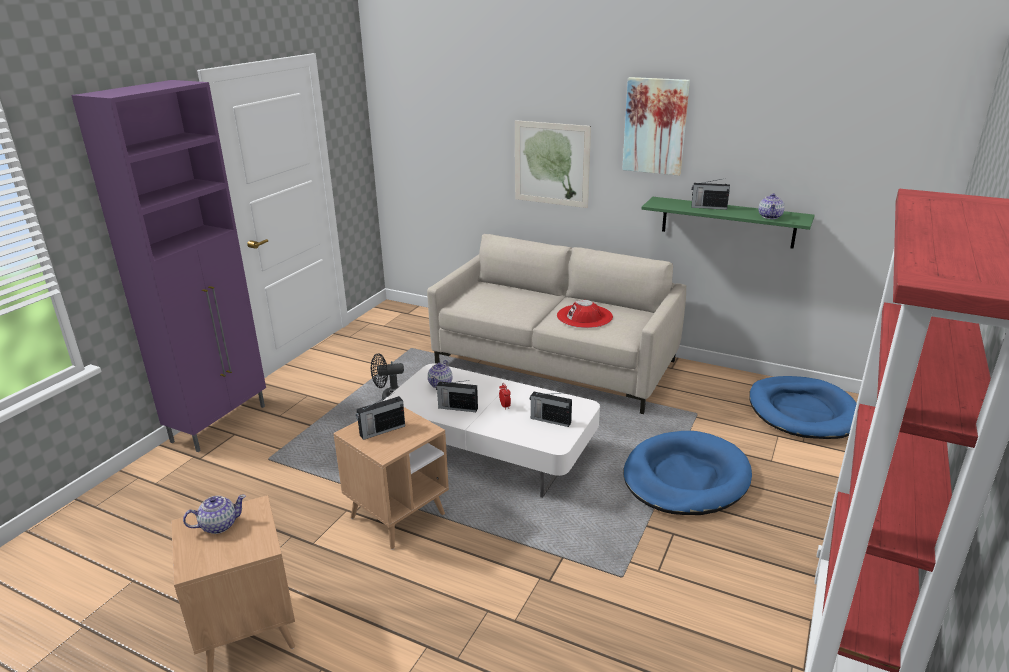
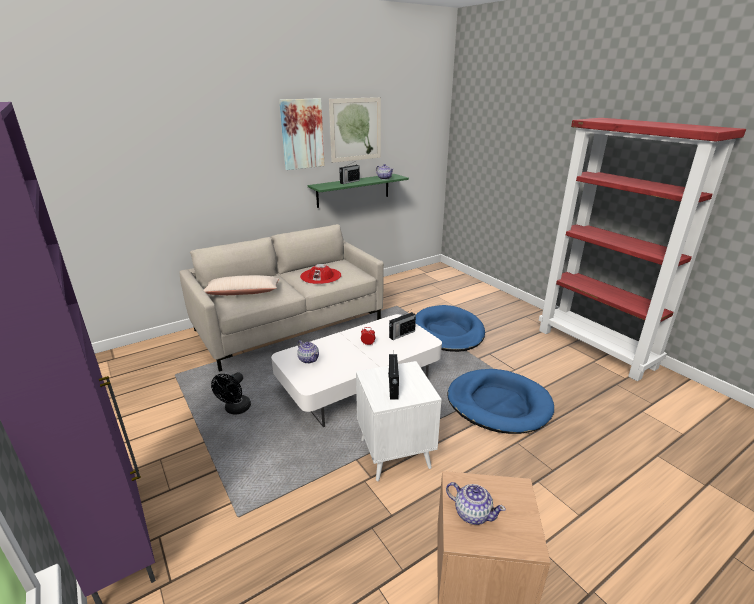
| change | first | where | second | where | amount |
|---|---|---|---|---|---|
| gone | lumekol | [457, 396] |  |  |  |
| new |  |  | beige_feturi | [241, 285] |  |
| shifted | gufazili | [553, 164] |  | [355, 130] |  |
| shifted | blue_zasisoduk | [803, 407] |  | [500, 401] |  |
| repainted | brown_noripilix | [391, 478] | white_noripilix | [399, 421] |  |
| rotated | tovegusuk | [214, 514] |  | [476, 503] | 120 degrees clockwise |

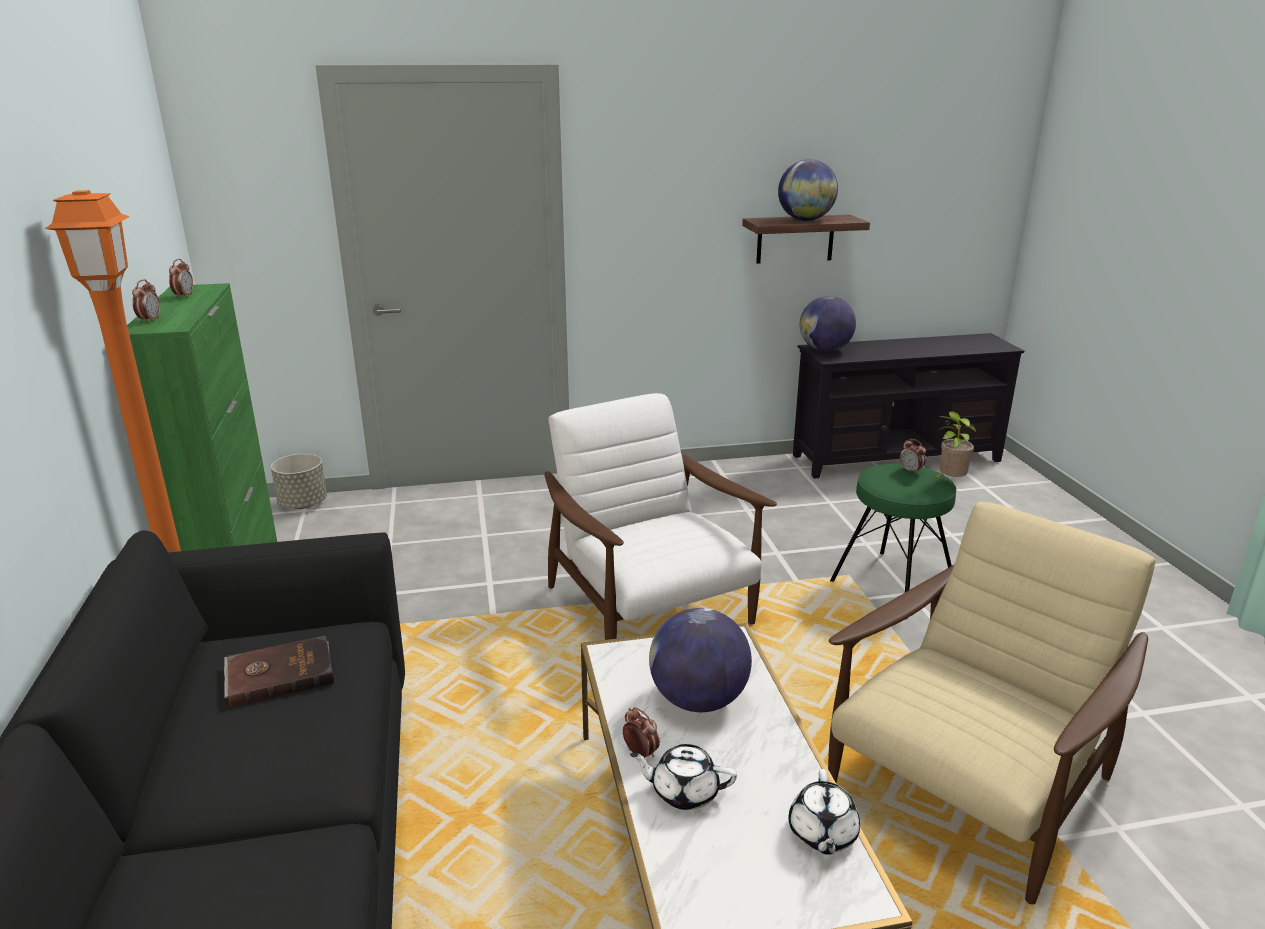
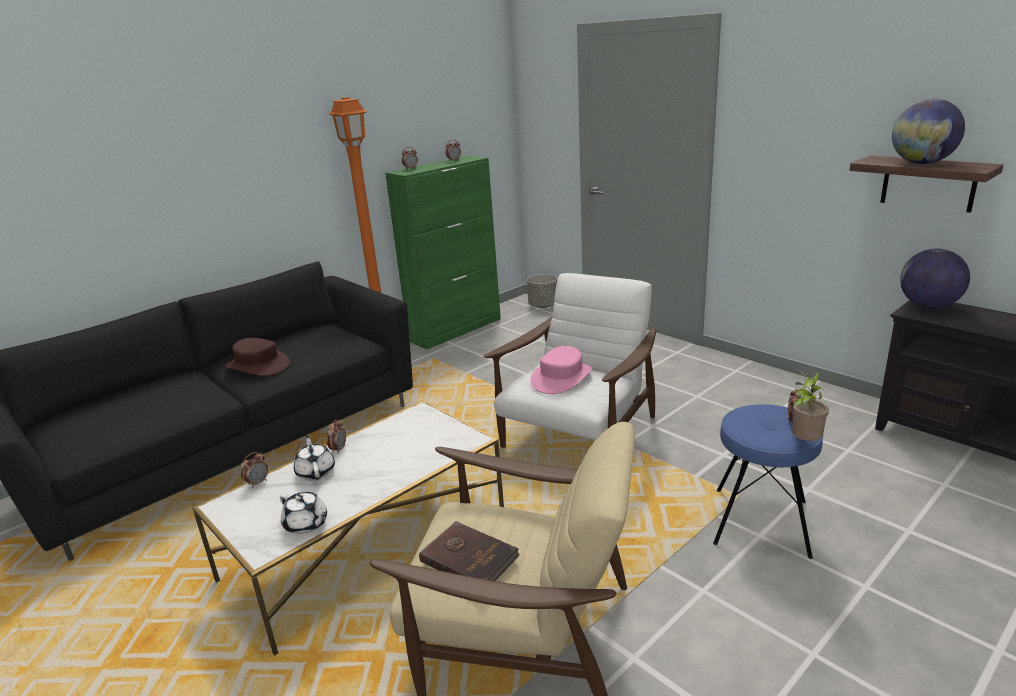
| change | first | where | second | where | amount |
|---|---|---|---|---|---|
| gone | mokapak | [700, 660] |  |  |  |
| new |  |  | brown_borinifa | [257, 357] |  |
| new |  |  | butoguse | [254, 470] |  |
| new |  |  | pink_borinifa | [561, 370] |  |
| shifted | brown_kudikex | [279, 671] |  | [469, 551] |  |
| repainted | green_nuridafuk | [893, 542] | blue_nuridafuk | [768, 481] |  |
| rotated | white_tovegusuk | [824, 812] |  | [303, 513] | 120 degrees counterclockwise |

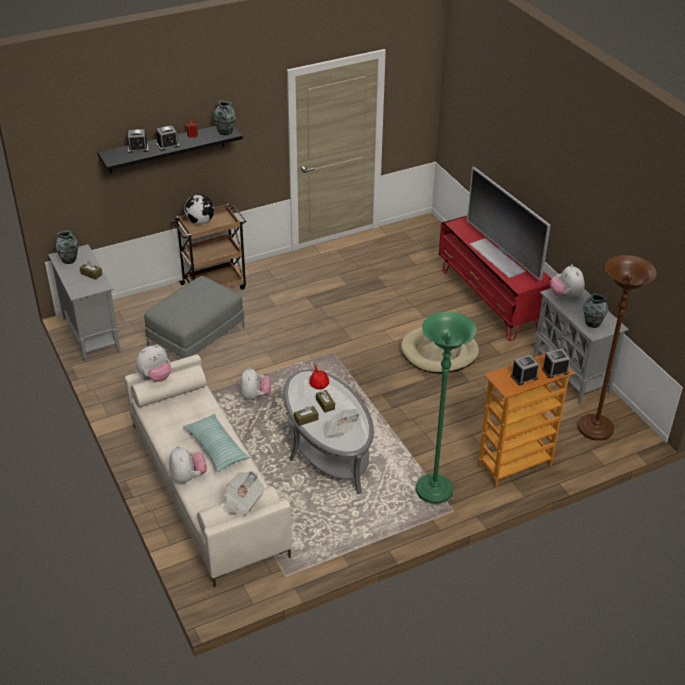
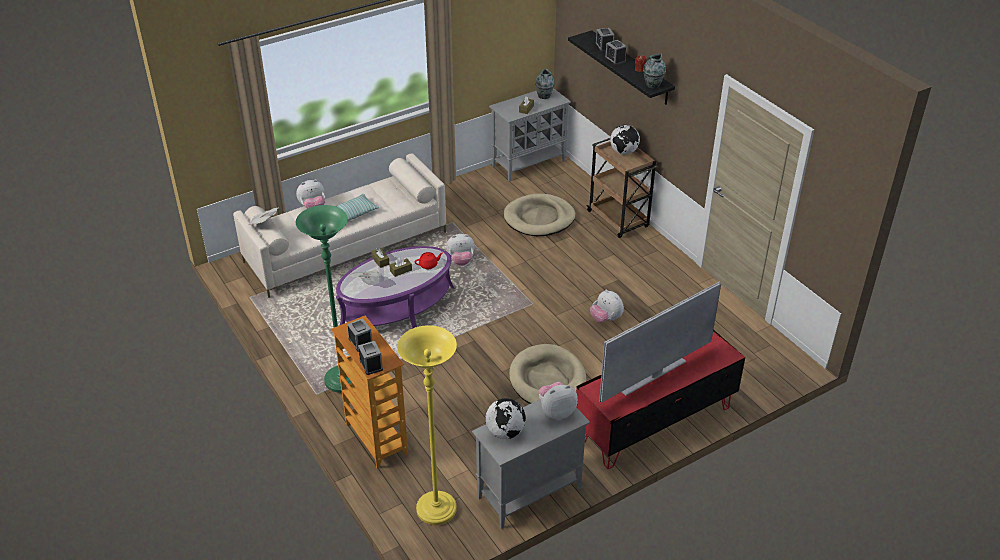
| change | first | where | second | where | amount |
|---|---|---|---|---|---|
| shifted | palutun | [153, 363] |  | [607, 306] |  |
| swapped | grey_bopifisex | [194, 317] | beige_zasisoduk | [540, 215] |  |
| swapped | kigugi | [595, 310] | mokapak | [506, 418] |  |
| repainted | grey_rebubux | [329, 431] | purple_rebubux | [395, 287] |  |
| repainted | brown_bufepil | [617, 348] | yellow_bufepil | [427, 425] |  |

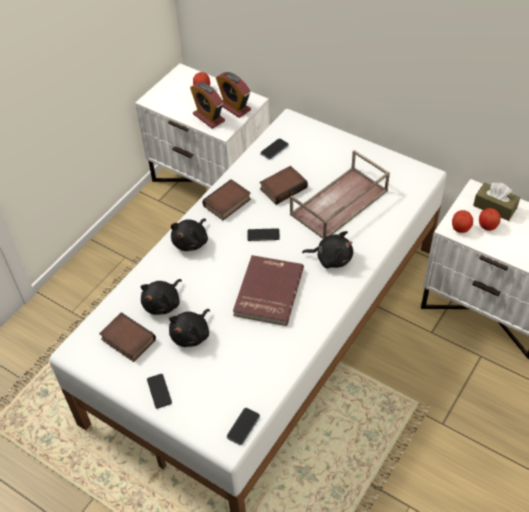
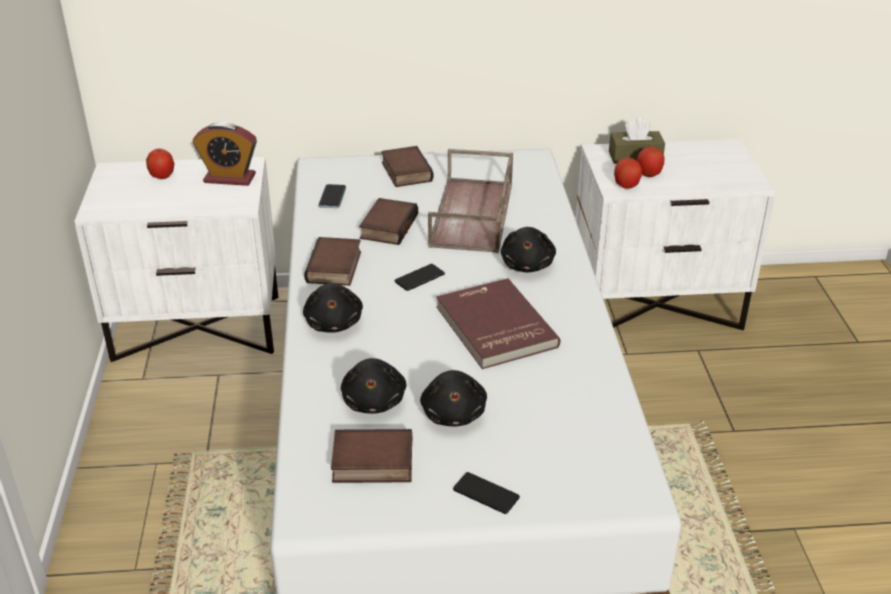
| change | first | where | second | where | amount |
|---|---|---|---|---|---|
| gone | butoguse | [207, 105] |  |  |  |
| gone | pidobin | [243, 426] |  |  |  |
| new |  |  | kudikex | [407, 166] |  |
| rotated | black_palutun | [327, 250] |  | [528, 249] | 120 degrees clockwise |

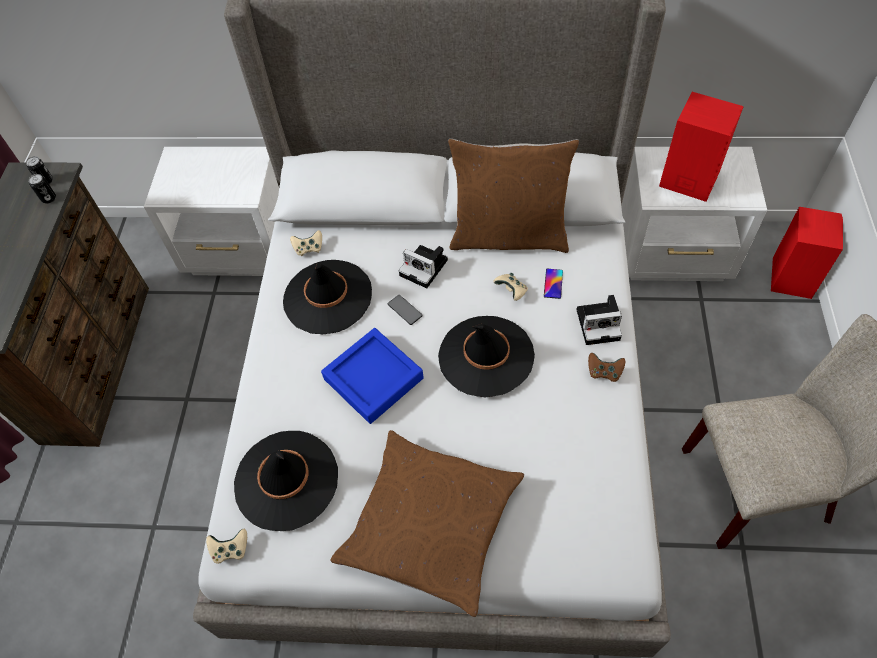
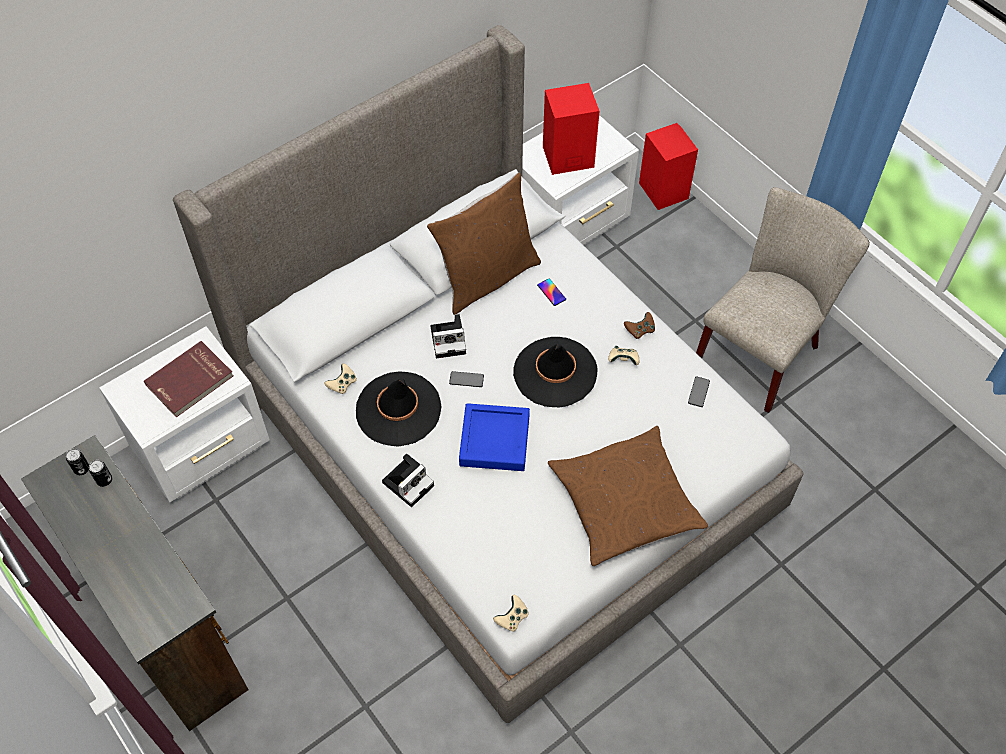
| change | first | where | second | where | amount |
|---|---|---|---|---|---|
| gone | black_borinifa | [286, 481] |  |  |  |
| new |  |  | red_kudikex | [188, 379] |  |
| new |  |  | pidobin | [699, 391] |  |
| shifted | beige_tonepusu | [510, 287] |  | [623, 355] |  |
| shifted | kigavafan | [599, 320] |  | [408, 480] |  |

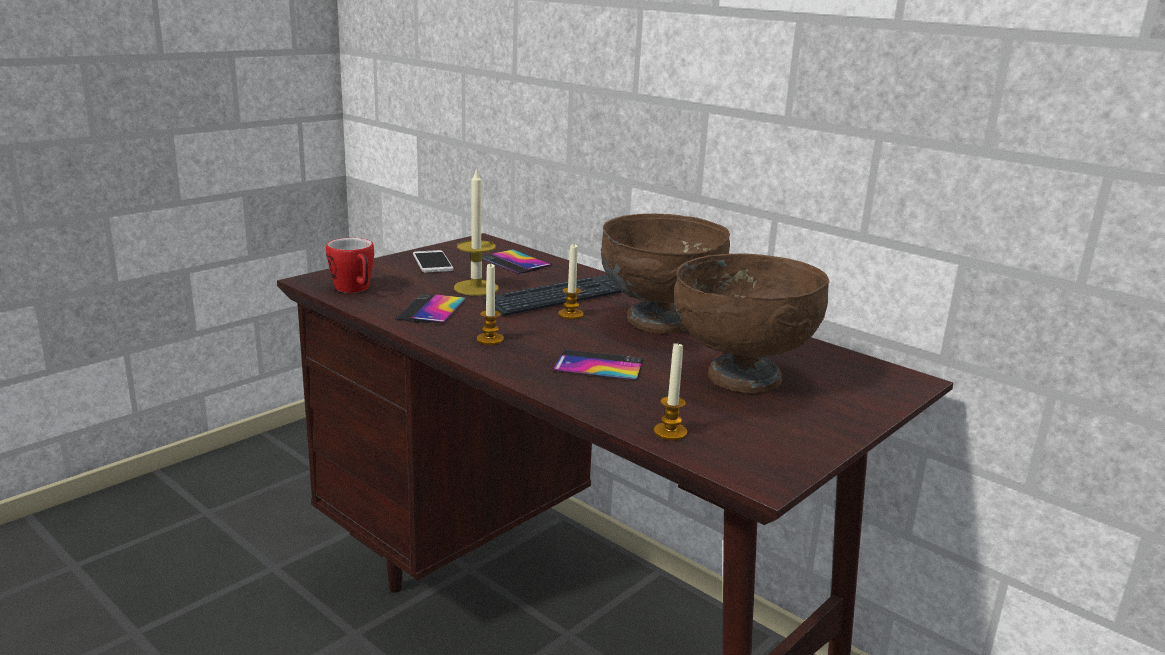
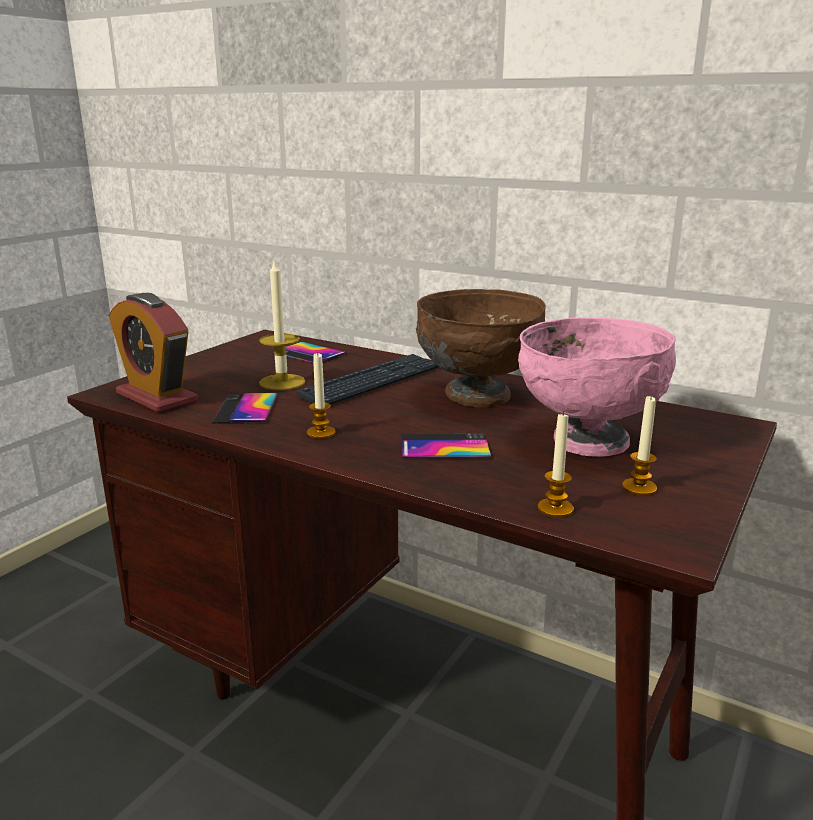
| change | first | where | second | where | amount |
|---|---|---|---|---|---|
| gone | pidobin | [433, 261] |  |  |  |
| shifted | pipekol | [571, 281] |  | [639, 445] |  |
| swapped | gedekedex | [350, 265] | butoguse | [153, 353] |  |
| repainted | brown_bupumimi | [751, 323] | pink_bupumimi | [597, 387] |  |

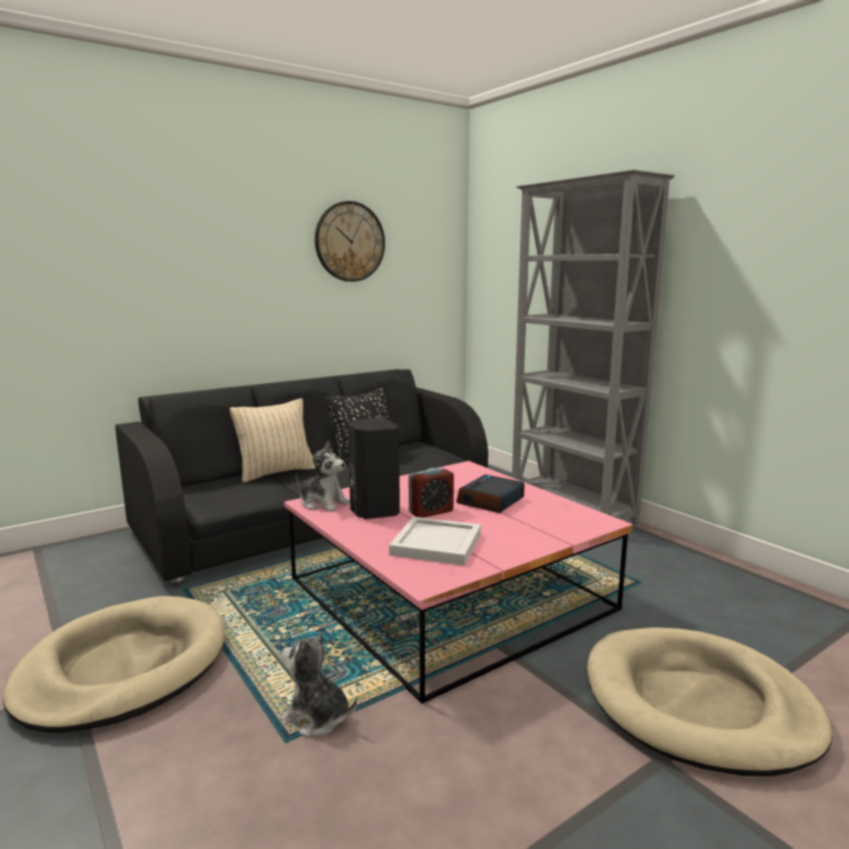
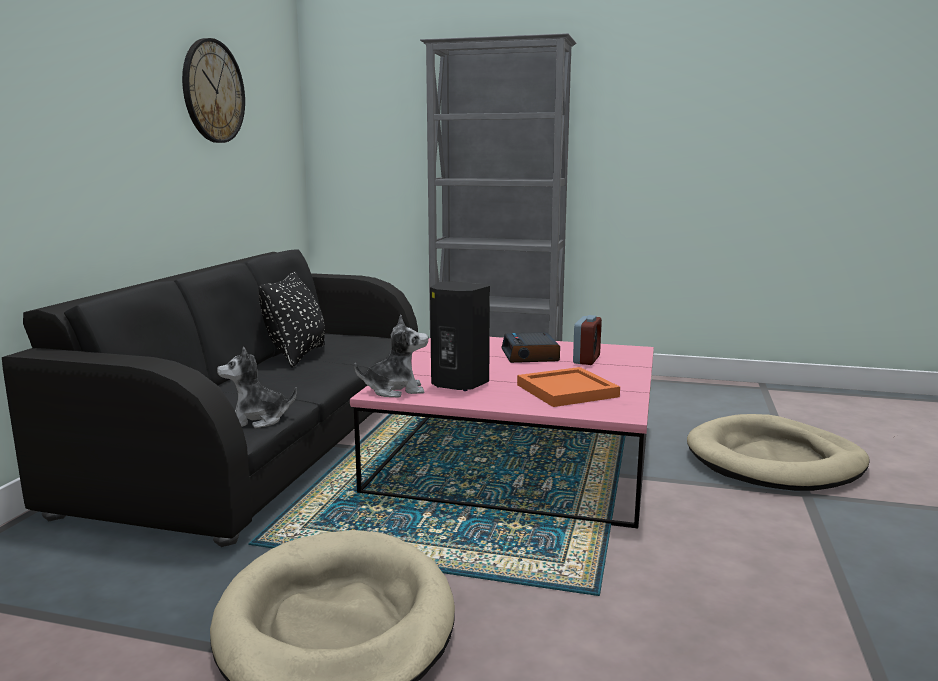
| change | first | where | second | where | amount |
|---|---|---|---|---|---|
| gone | beige_feturi | [272, 440] |  |  |  |
| shifted | palutun | [318, 684] |  | [257, 387] |  |
| shifted | butoguse | [431, 493] |  | [587, 340] |  |
| repainted | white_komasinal | [435, 541] | orange_komasinal | [568, 387] |  |

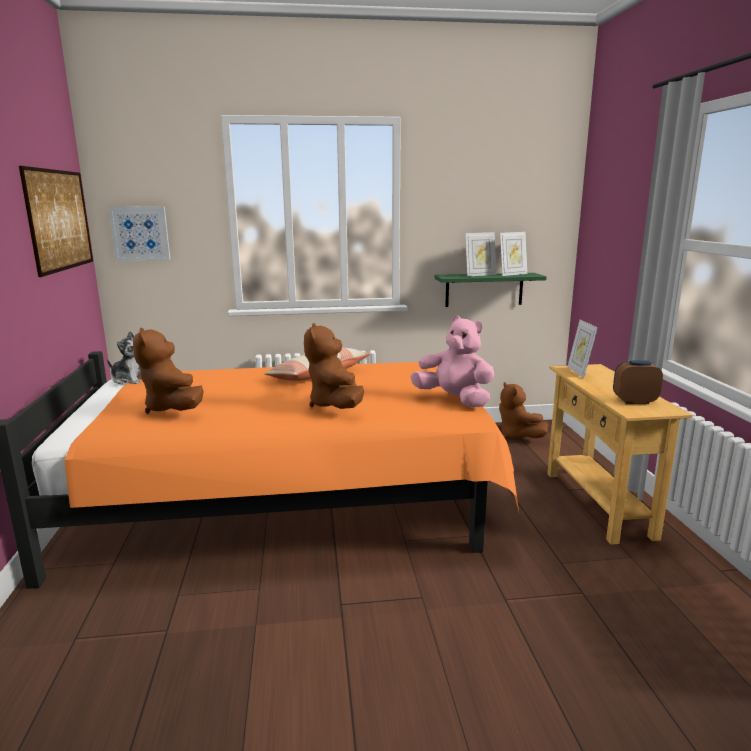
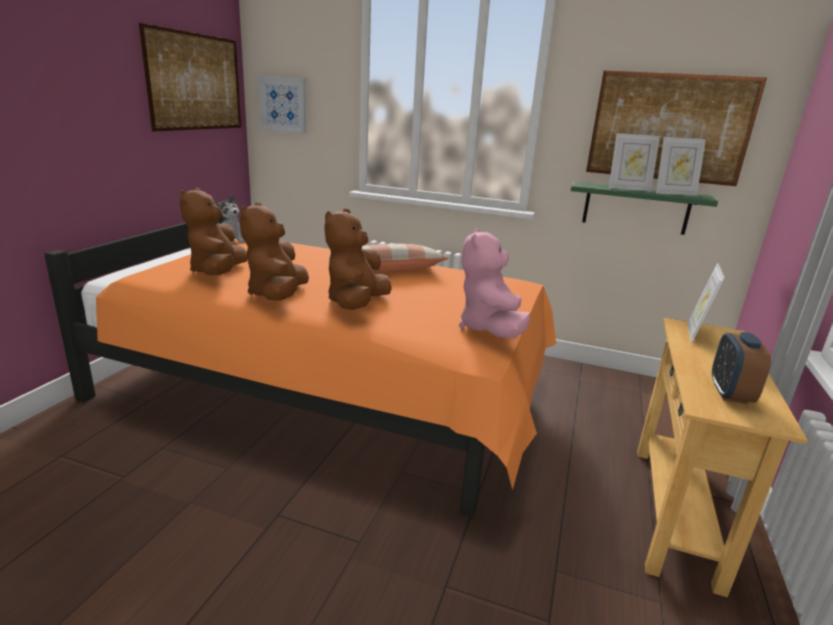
| change | first | where | second | where | amount |
|---|---|---|---|---|---|
| new |  |  | gufazili | [676, 128] |  |
| shifted | brown_palutun | [523, 410] |  | [274, 251] |  |
| rotated | pink_palutun | [452, 361] |  | [494, 283] | 150 degrees counterclockwise |
| rotated | butoguse | [638, 382] |  | [741, 368] | 105 degrees counterclockwise |

